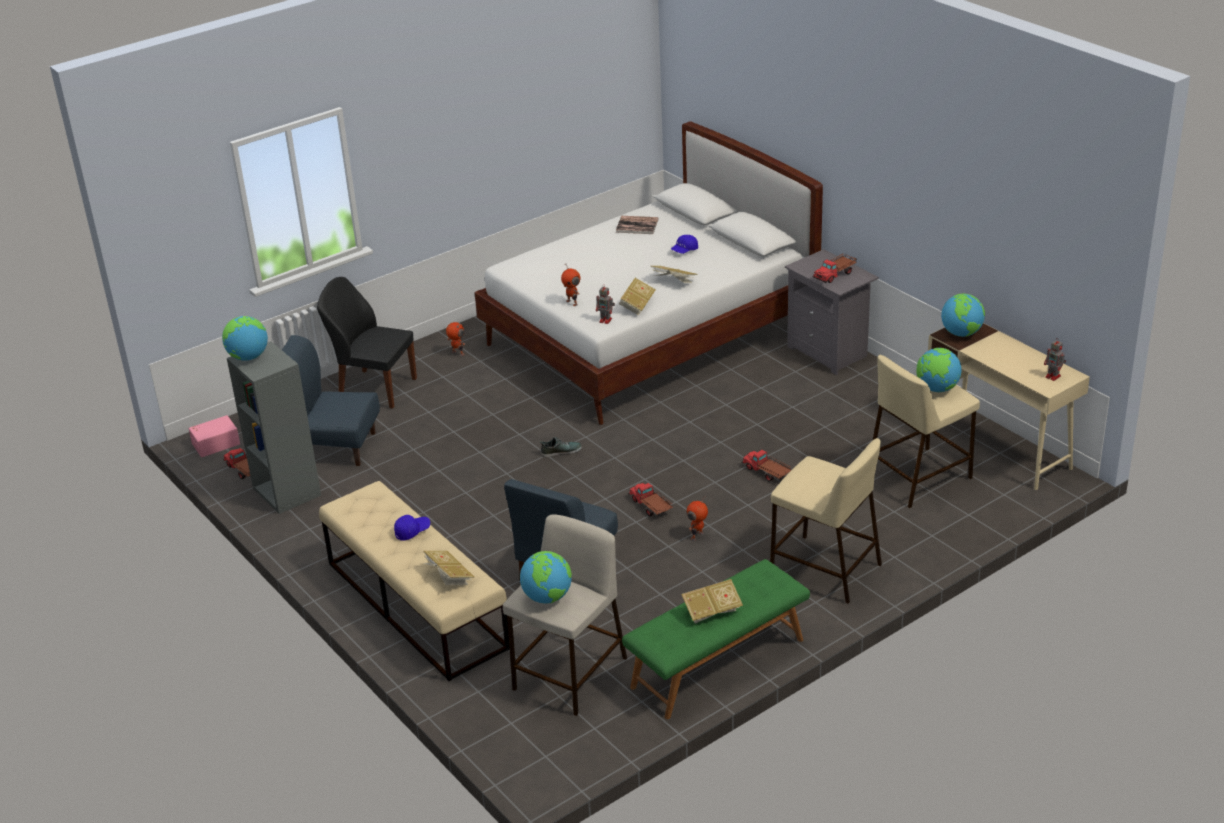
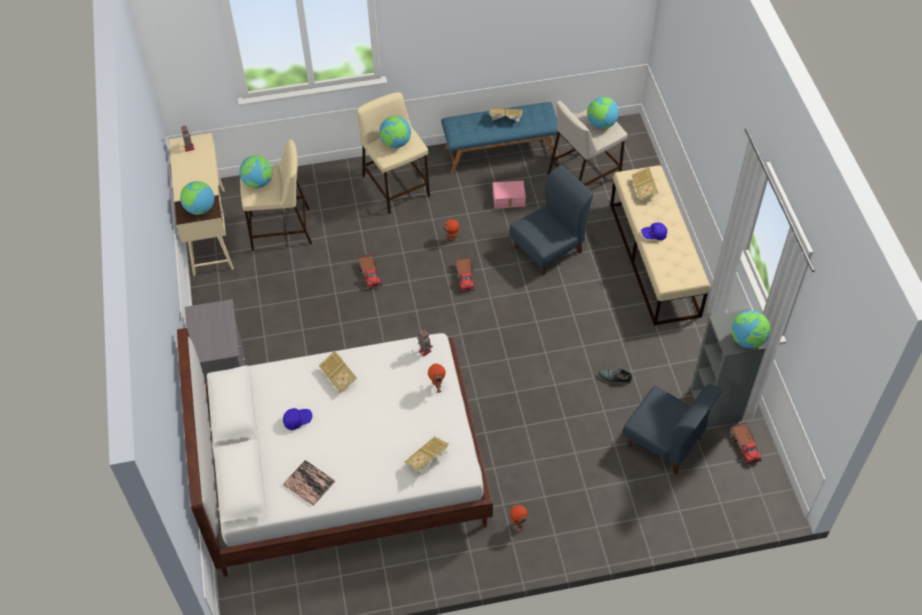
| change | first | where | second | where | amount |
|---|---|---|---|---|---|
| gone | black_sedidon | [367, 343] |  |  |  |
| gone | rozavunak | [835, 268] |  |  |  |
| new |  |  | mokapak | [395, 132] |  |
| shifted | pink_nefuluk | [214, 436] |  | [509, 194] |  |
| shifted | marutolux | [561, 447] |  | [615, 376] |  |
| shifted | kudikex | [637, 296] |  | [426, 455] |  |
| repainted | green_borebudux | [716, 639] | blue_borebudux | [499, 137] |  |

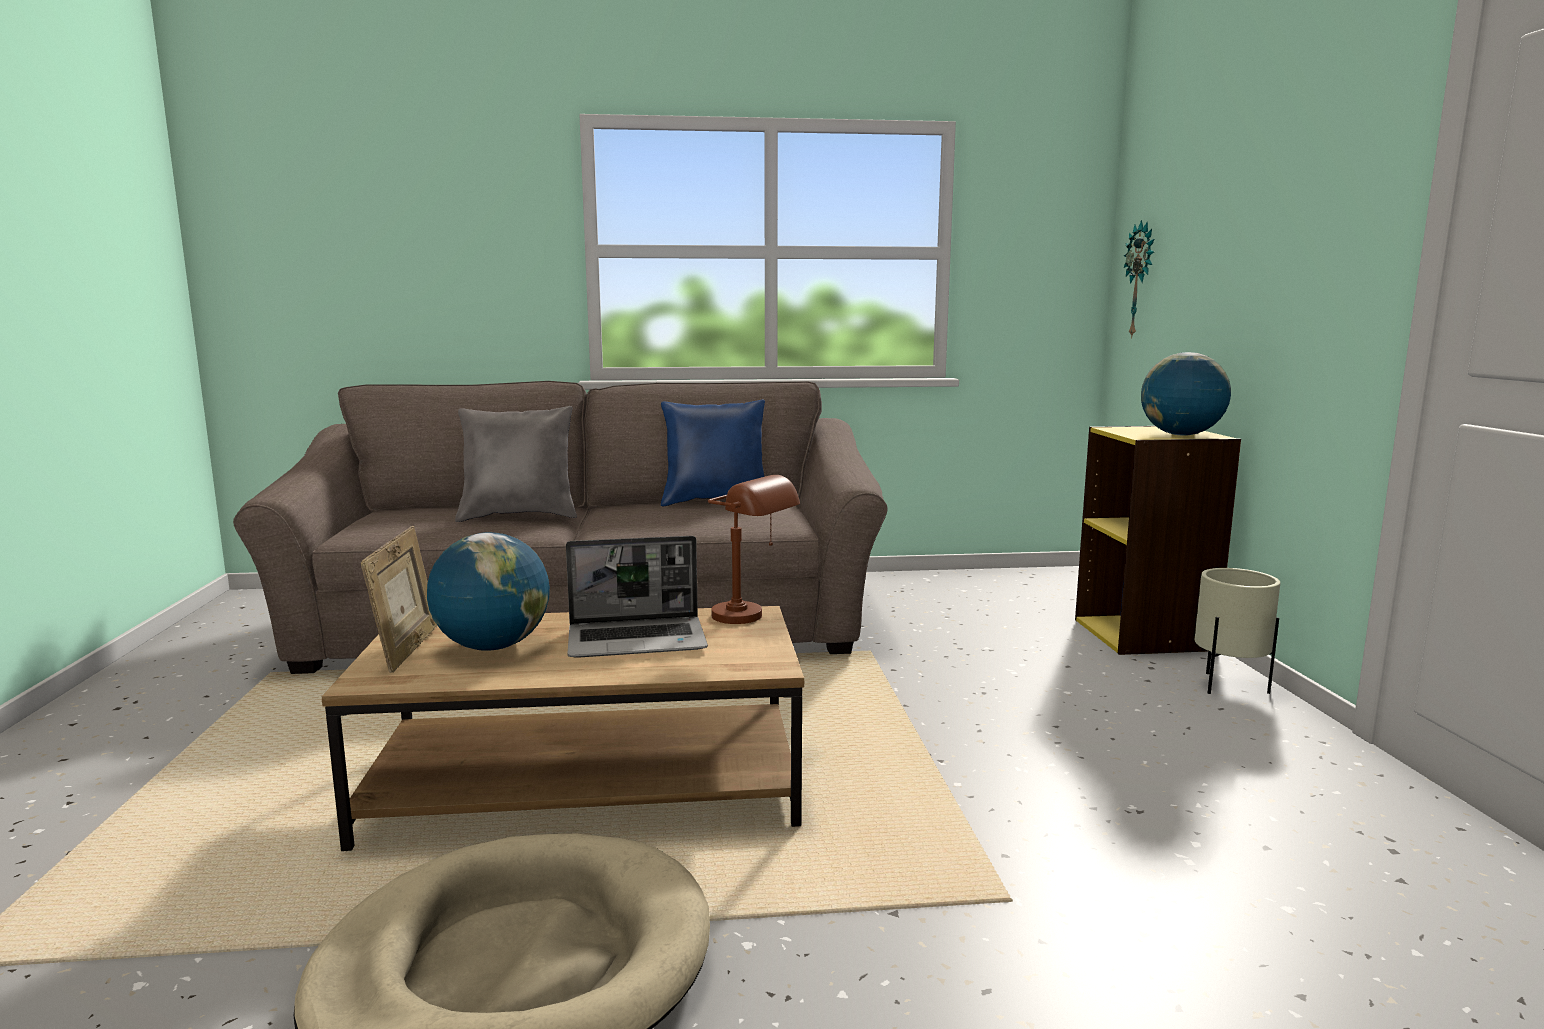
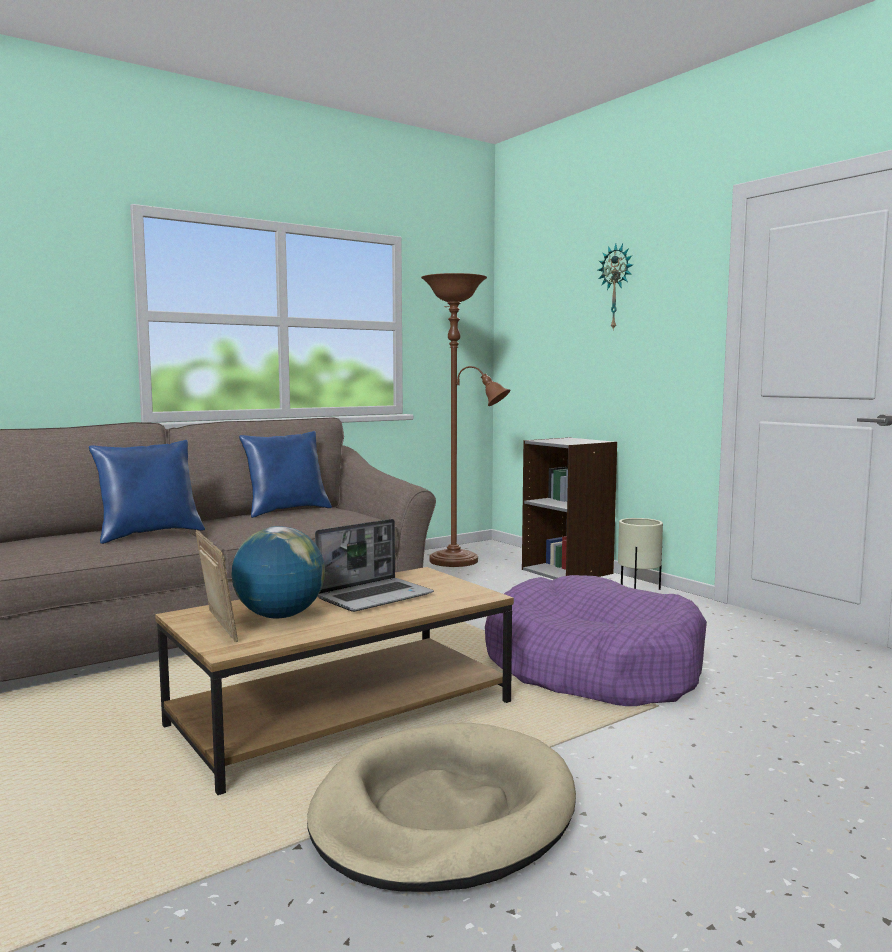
| change | first | where | second | where | amount |
|---|---|---|---|---|---|
| gone | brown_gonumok | [754, 549] |  |  |  |
| gone | mokapak | [1186, 394] |  |  |  |
| new |  |  | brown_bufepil | [466, 420] |  |
| new |  |  | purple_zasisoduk | [596, 640] |  |
| shifted | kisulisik | [1139, 279] |  | [615, 287] |  |
| repainted | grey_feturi | [516, 464] | blue_feturi | [147, 492] |  |
| repainted | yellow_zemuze | [1158, 540] | grey_zemuze | [569, 508] |  |

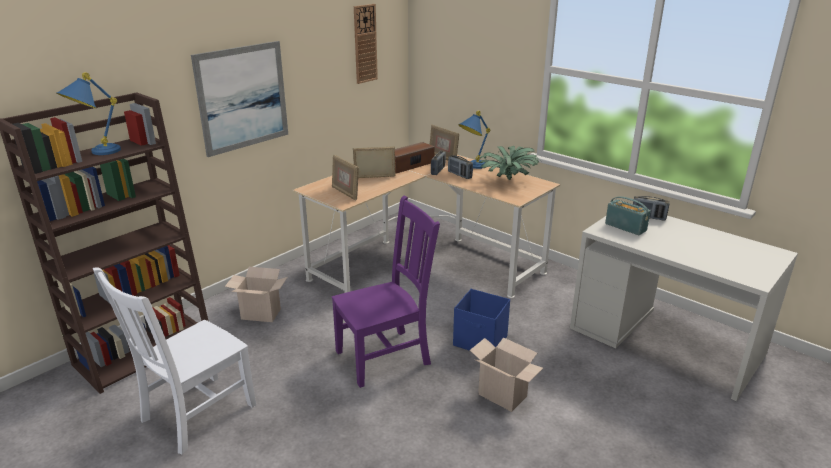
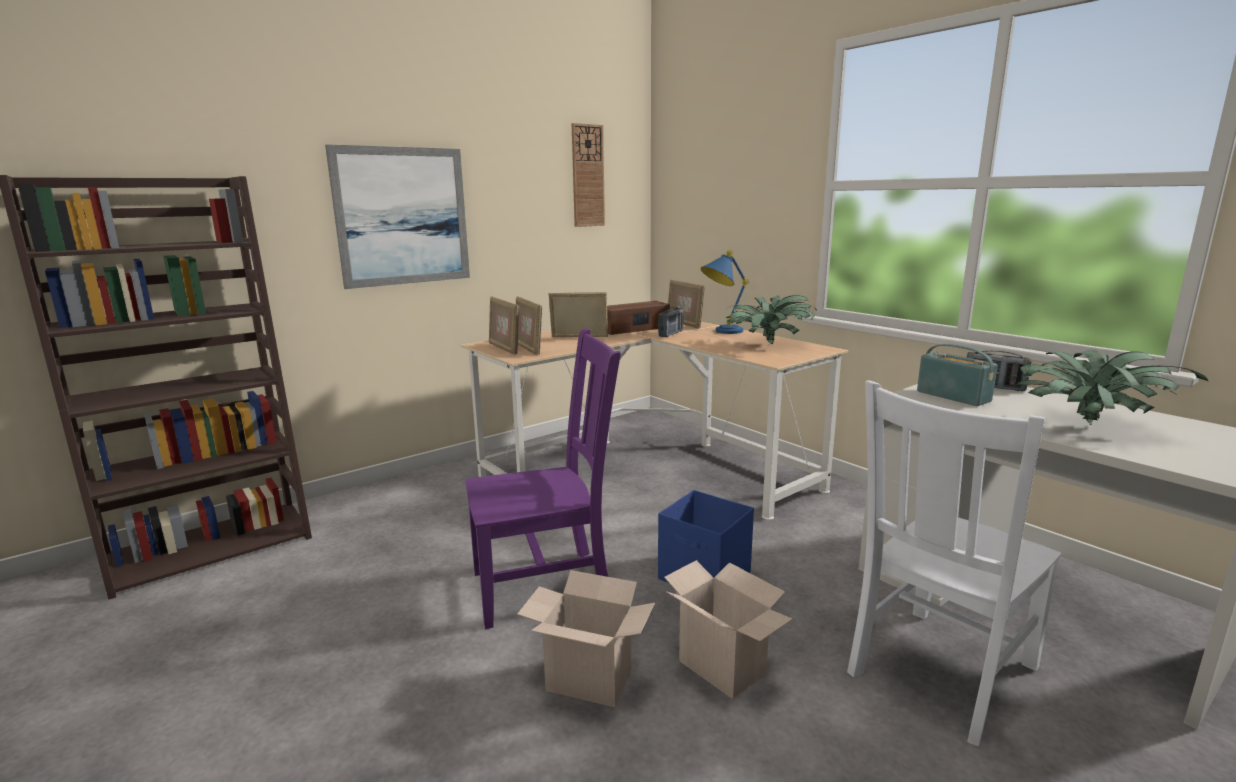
| change | first | where | second | where | amount |
|---|---|---|---|---|---|
| gone | blue_gonumok | [88, 113] |  |  |  |
| gone | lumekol | [460, 167] |  |  |  |
| new |  |  | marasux | [504, 325] |  |
| new |  |  | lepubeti | [1111, 387] |  |
| shifted | white_sedidon | [174, 360] |  | [954, 563] |  |
| shifted | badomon | [256, 294] |  | [586, 638] |  |

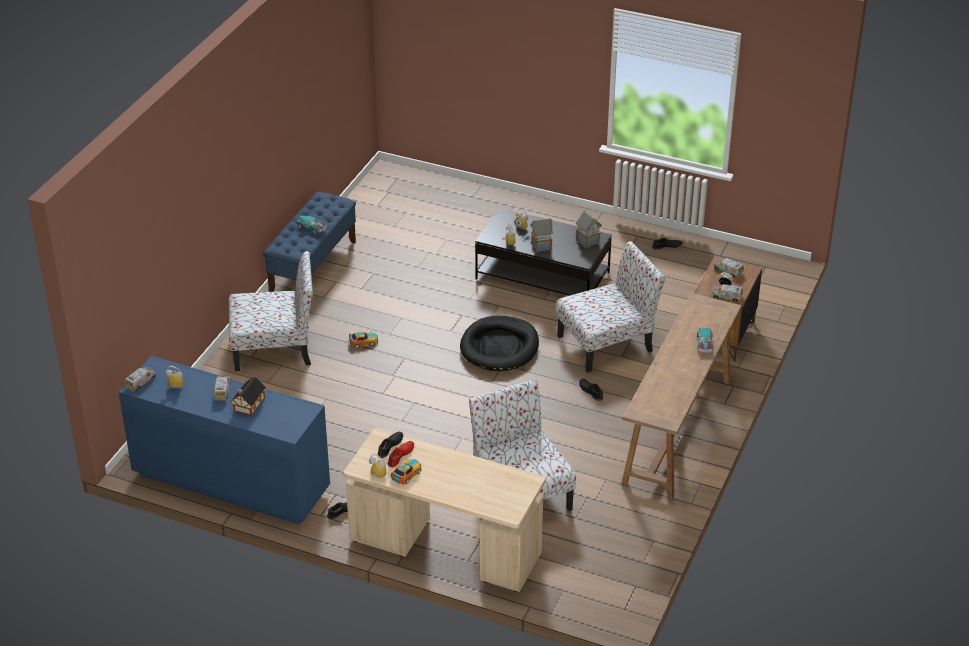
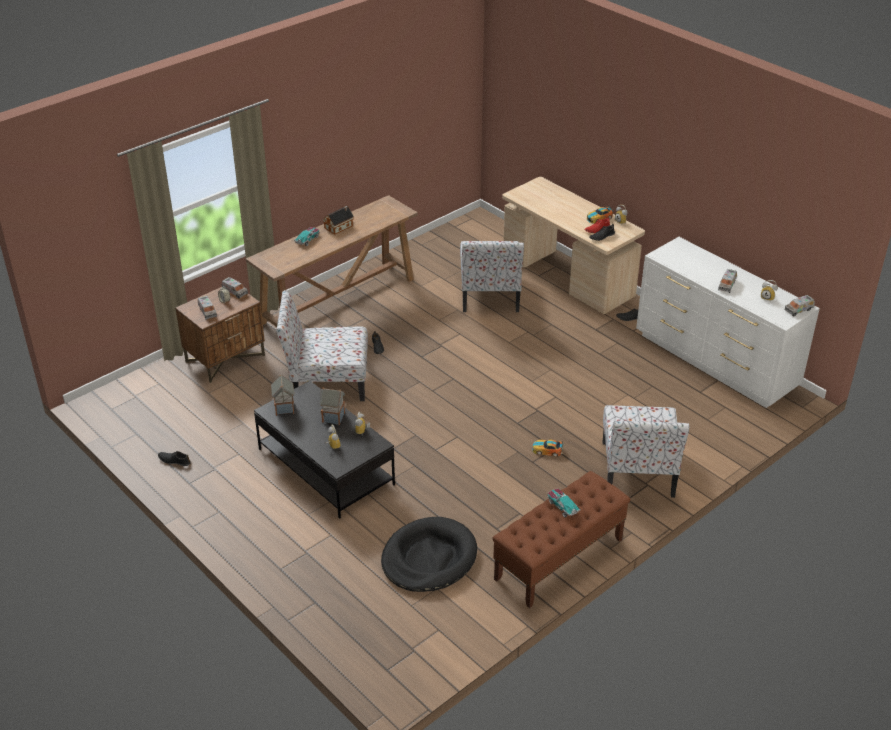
| change | first | where | second | where | amount |
|---|---|---|---|---|---|
| shifted | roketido | [248, 396] |  | [338, 220] |  |
| shifted | black_zasisoduk | [499, 343] |  | [429, 554] |  |
| repainted | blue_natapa | [224, 440] | white_natapa | [728, 322] |  |
| repainted | blue_borebudux | [309, 242] | brown_borebudux | [561, 539] |  |
| rotated | sedidon | [271, 311] |  | [646, 451] | 105 degrees counterclockwise |

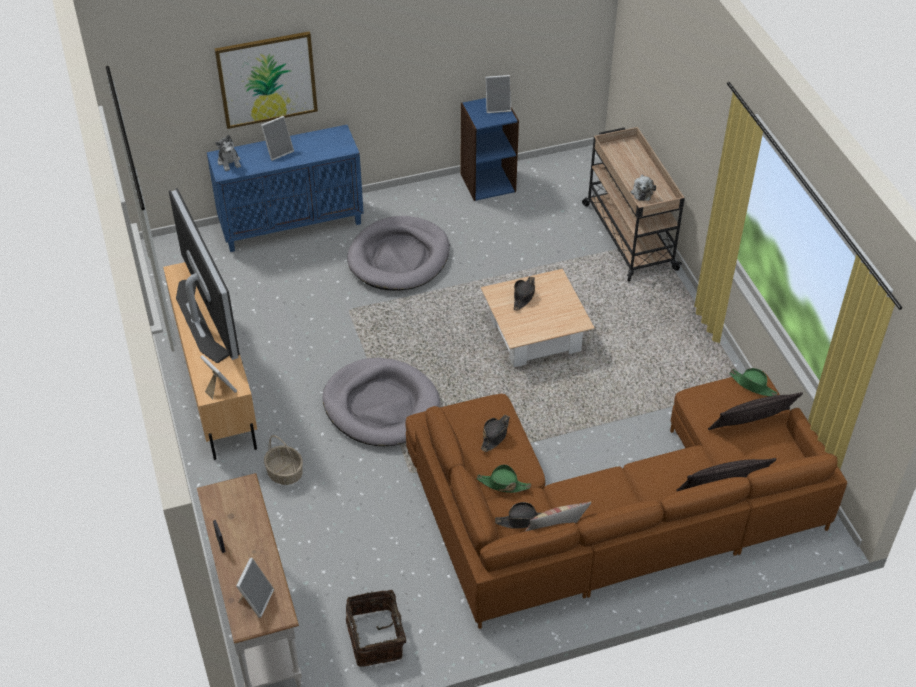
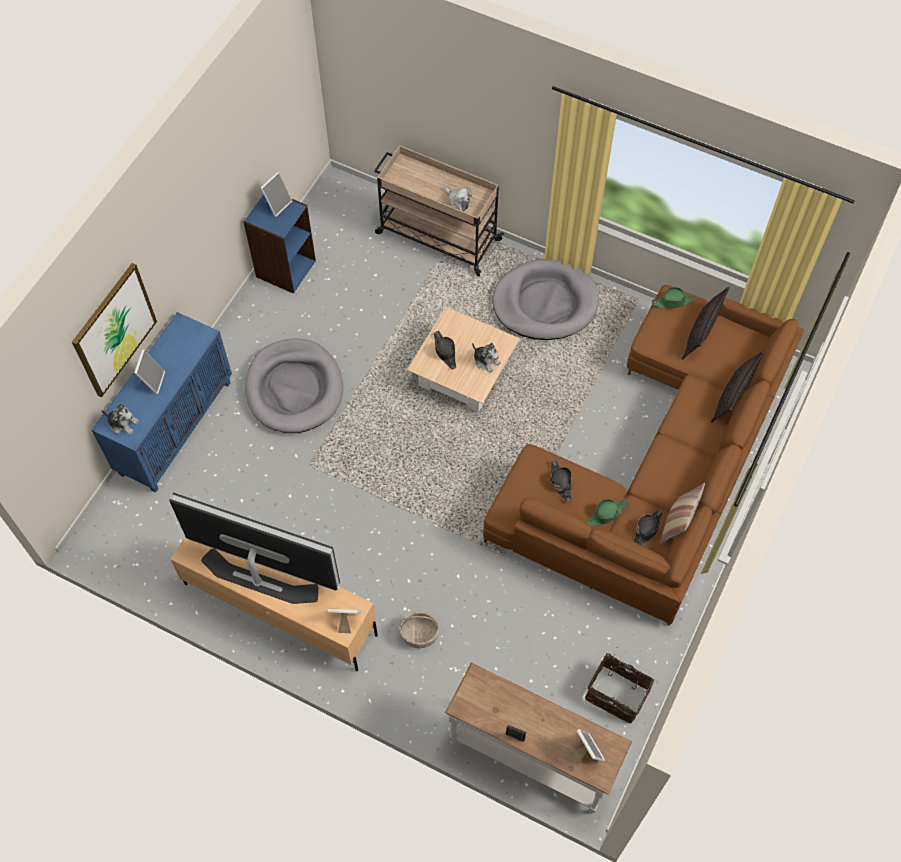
| change | first | where | second | where | amount |
|---|---|---|---|---|---|
| new |  |  | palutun | [486, 358] |  |
| shifted | grey_zasisoduk | [381, 402] |  | [545, 299] |  |

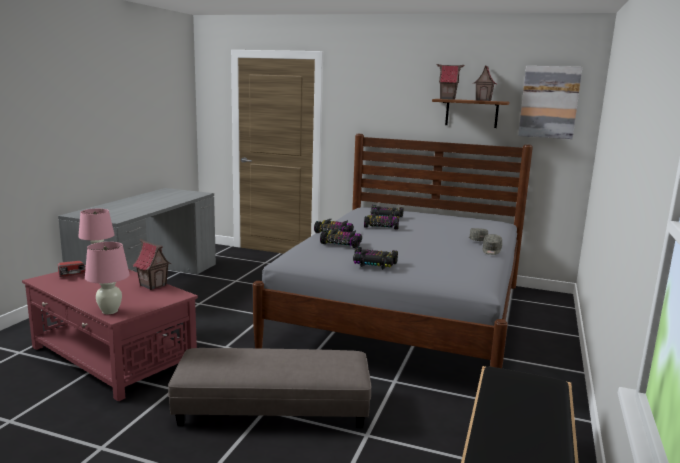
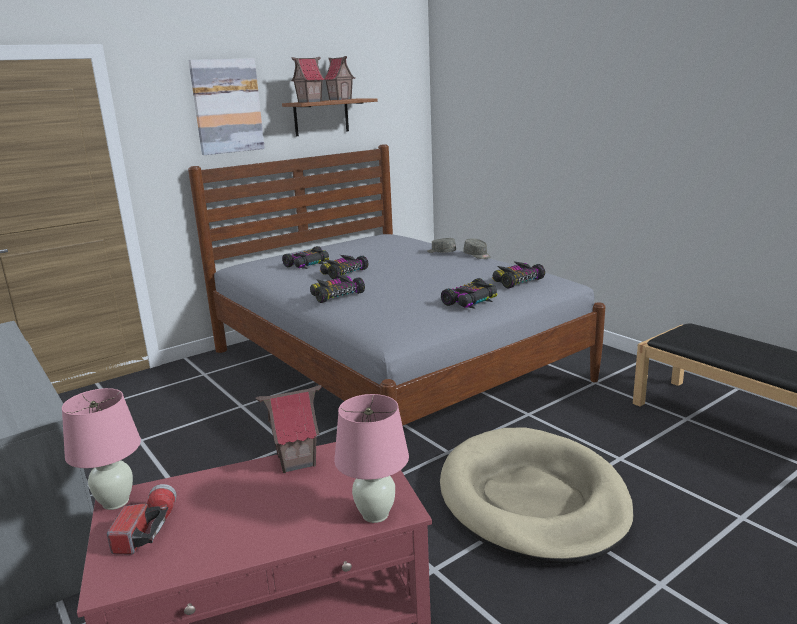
| change | first | where | second | where | amount |
|---|---|---|---|---|---|
| shifted | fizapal | [341, 238] |  | [518, 274] |  |
| shifted | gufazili | [550, 102] |  | [227, 107] |  |
| swapped | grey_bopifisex | [269, 388] | beige_zasisoduk | [537, 495] |  |

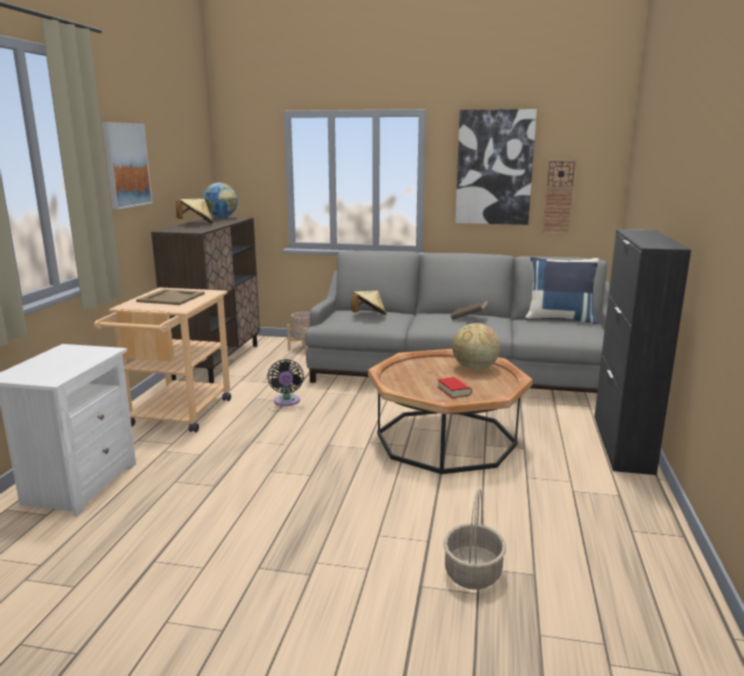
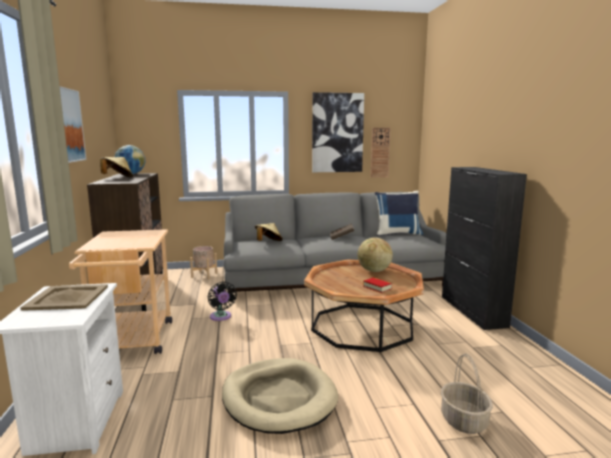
| change | first | where | second | where | amount |
|---|---|---|---|---|---|
| new |  |  | beige_zasisoduk | [280, 396] |  |
| shifted | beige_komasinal | [170, 297] |  | [64, 297] |  |

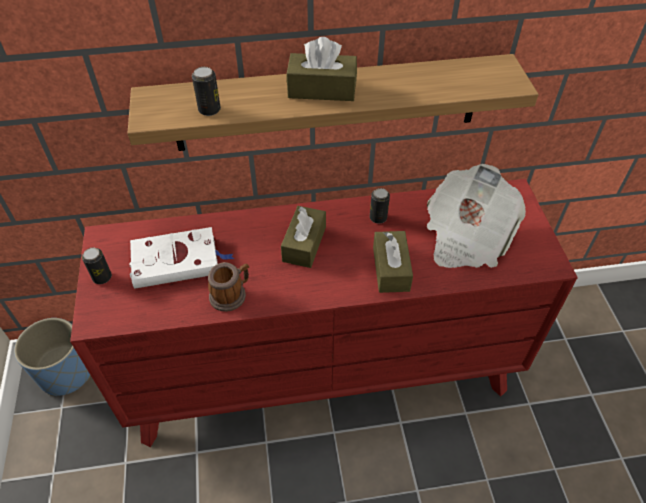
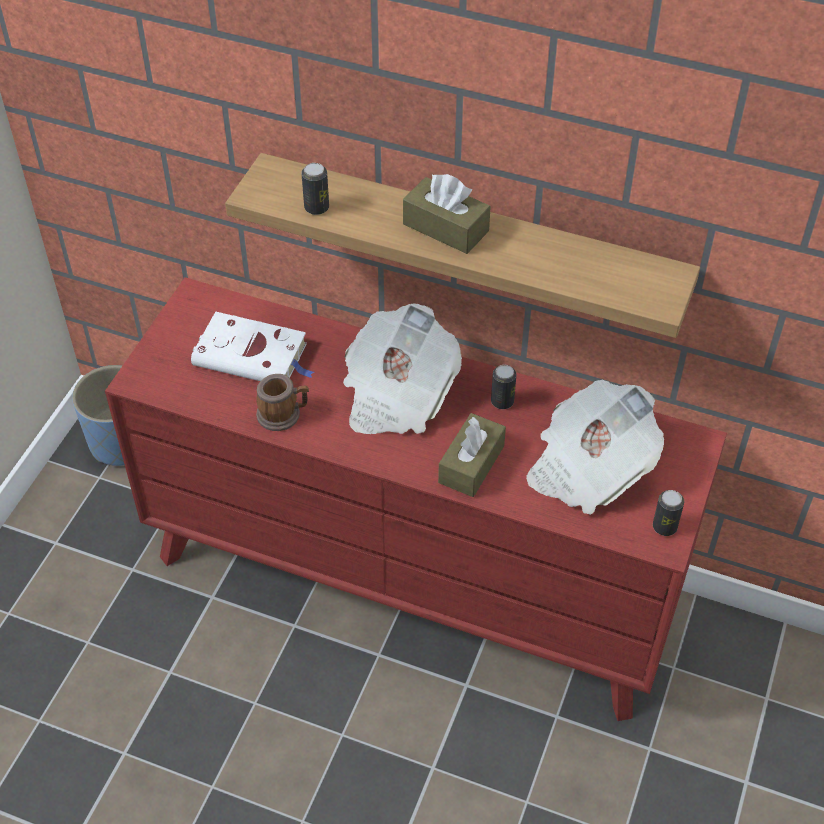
| change | first | where | second | where | amount |
|---|---|---|---|---|---|
| shifted | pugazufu | [97, 266] |  | [668, 513] |  |
| swapped | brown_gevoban | [303, 237] | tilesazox | [402, 368] |  |

